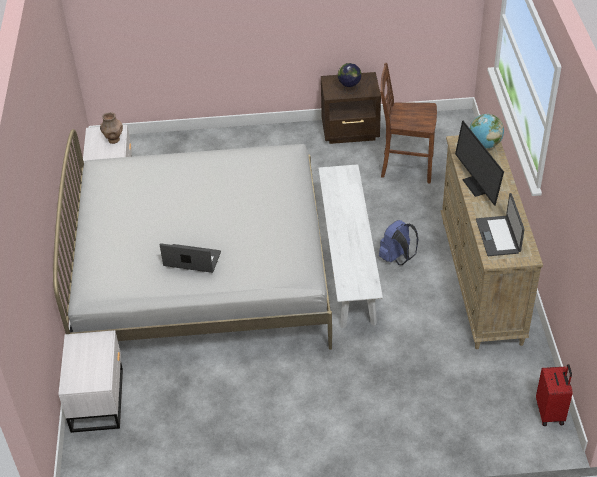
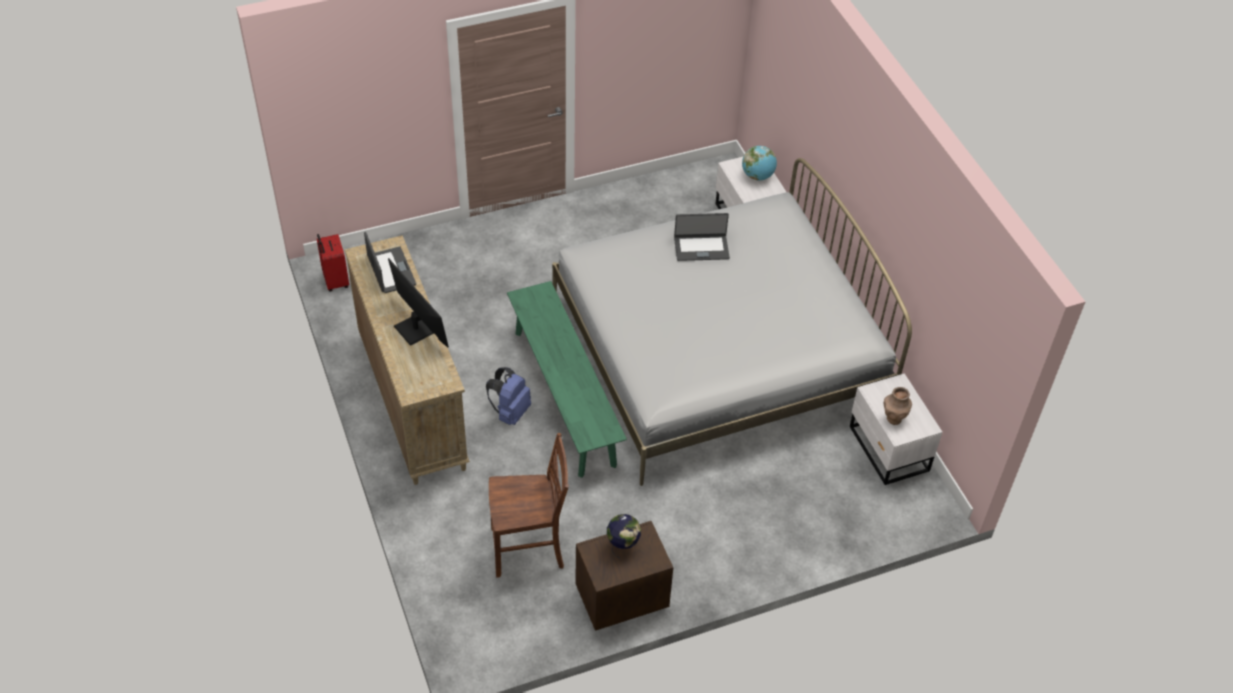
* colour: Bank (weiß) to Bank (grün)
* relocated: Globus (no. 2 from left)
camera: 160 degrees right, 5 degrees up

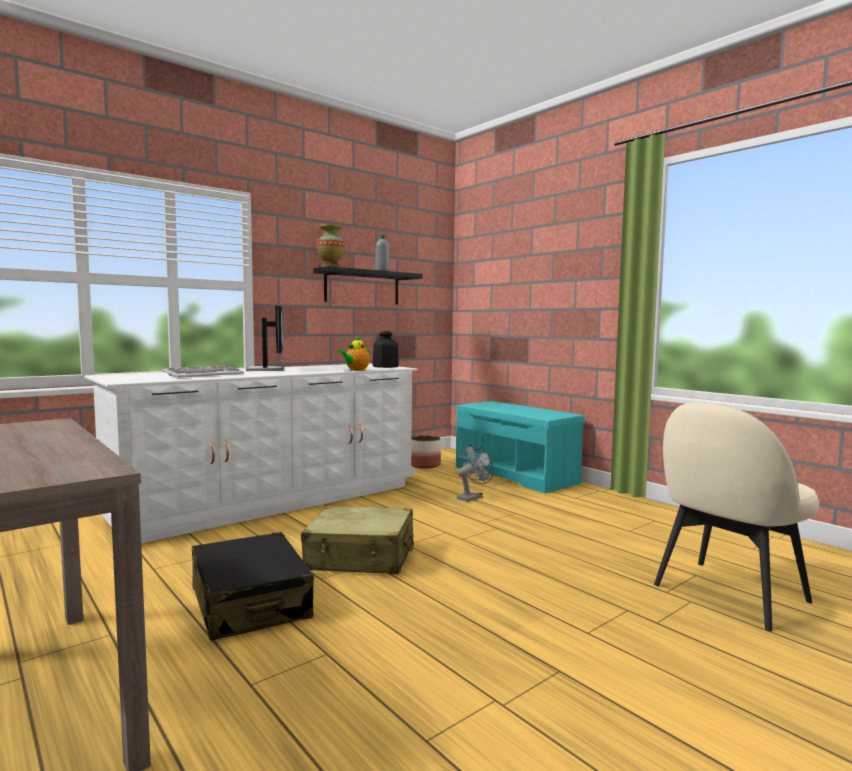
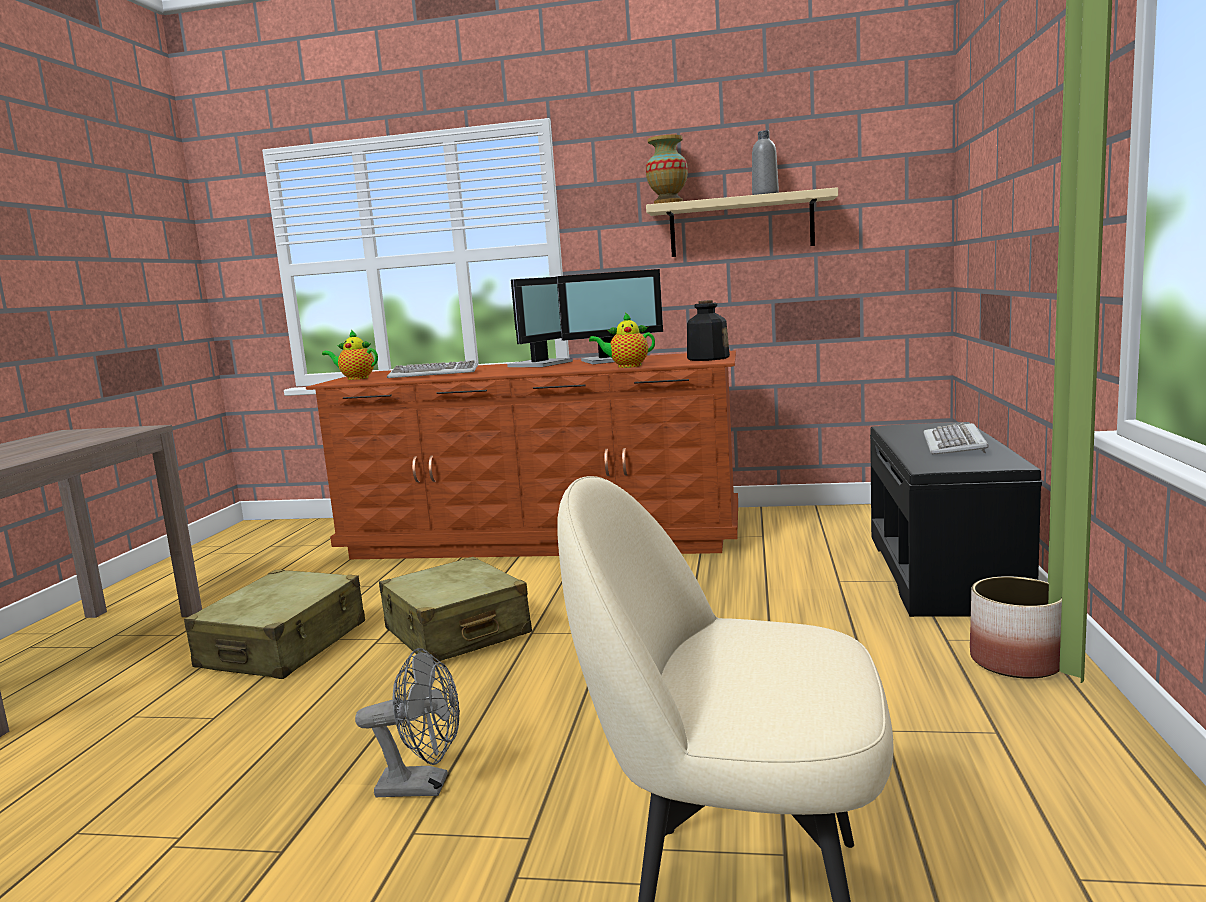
* colour: Koffer (schwarz) to Koffer (beige) (no. 1 from left)
* colour: Kommode (weiß) to Kommode (braun)
* appeared: Teekanne (no. 1 from left)
* relocated: Ventilator (grau)
* appeared: Monitor (no. 2 from left)
* colour: Wandregal (schwarz) to Wandregal (beige)
* colour: Bank (türkis) to Bank (schwarz)
* appeared: Tastatur (no. 2 from left)
* relocated: Pflanzkübel
camera: 50 degrees right, 5 degrees up

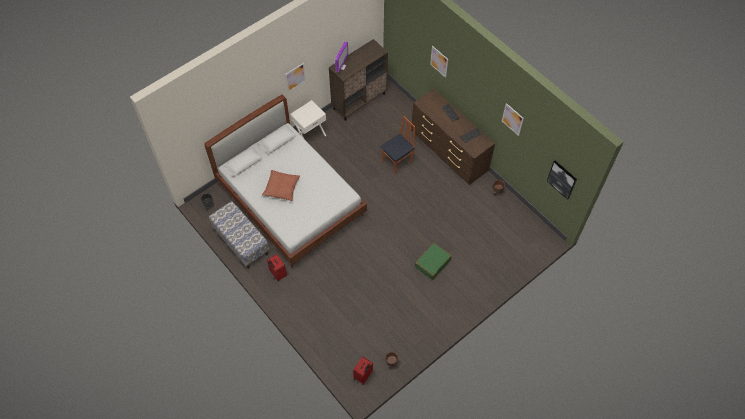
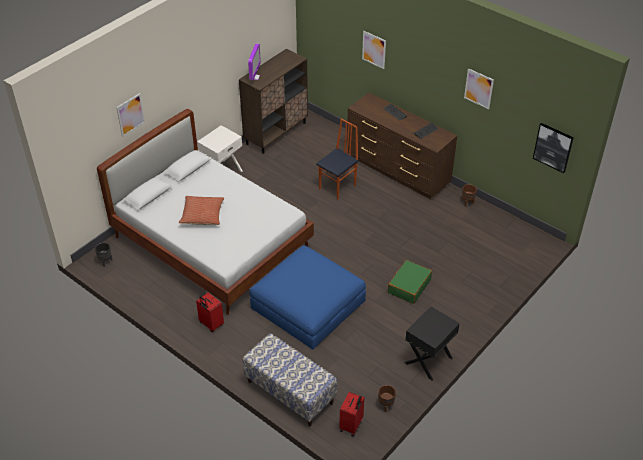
* relocated: Bild (no. 1 from left)
* relocated: Bank
* appeared: Polsterhocker (blau)
* appeared: Nachttisch (schwarz)
camera: 10 degrees left, 15 degrees down

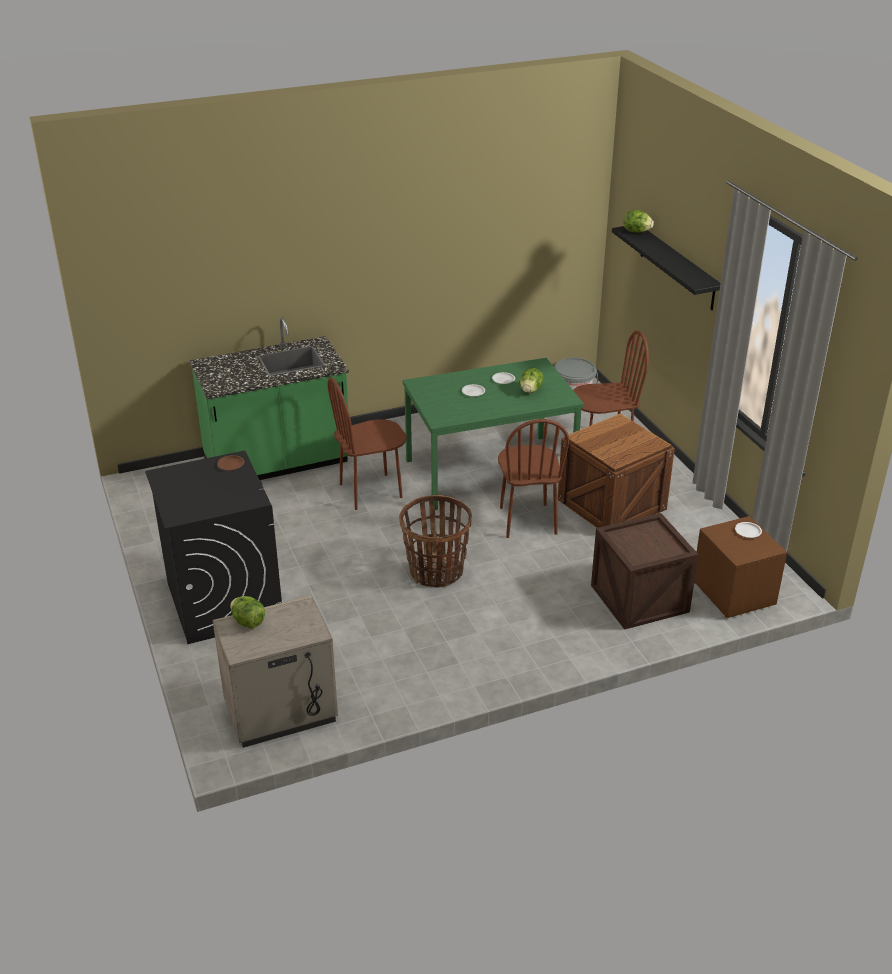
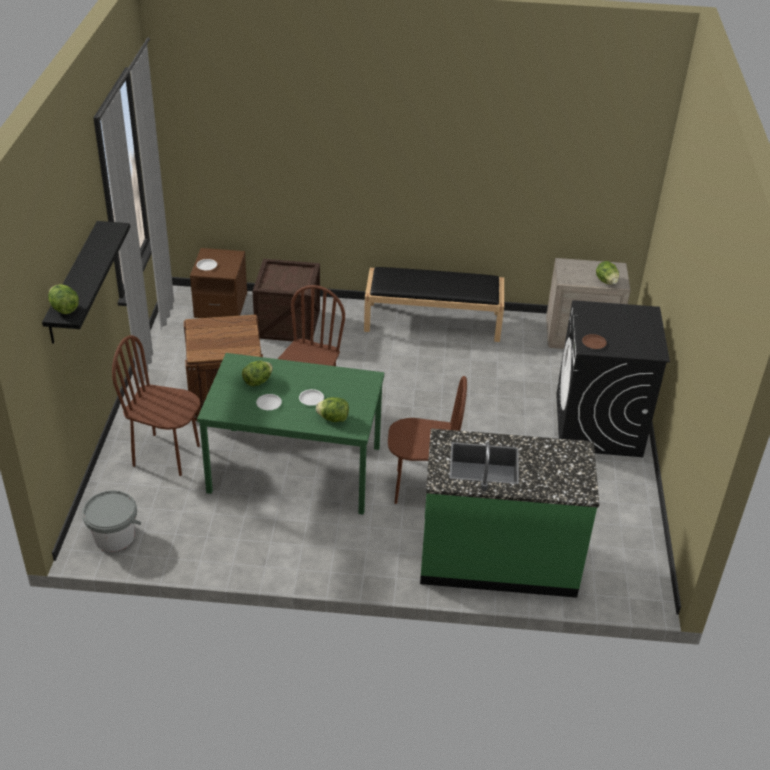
* appeared: Salatkopf (no. 3 from left)
* appeared: Bank (schwarz)
* missing: Korb
camera: 155 degrees left, 5 degrees up

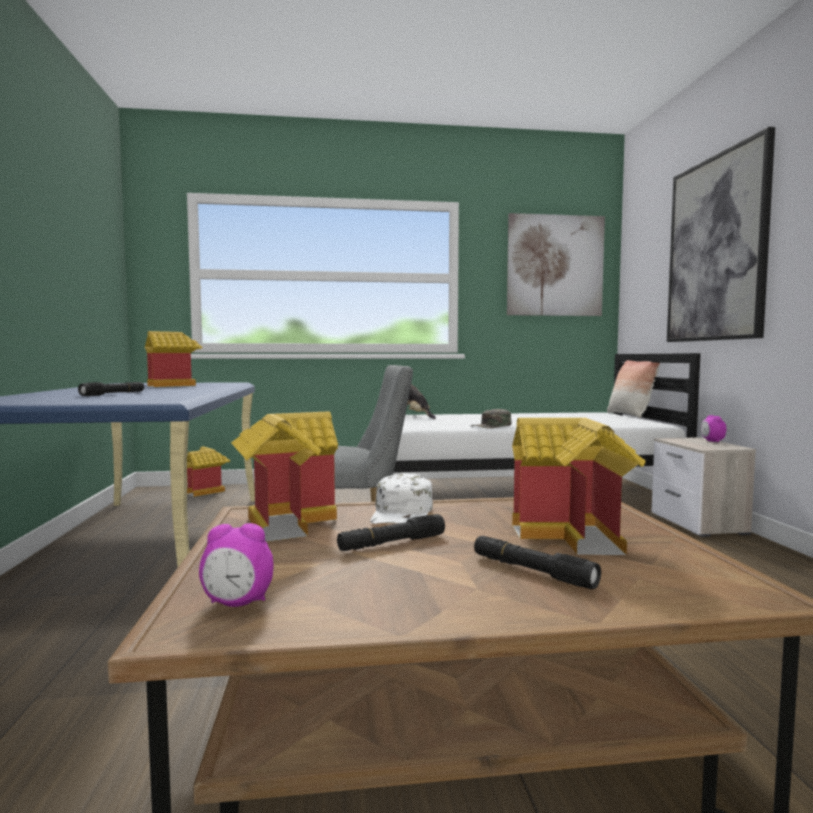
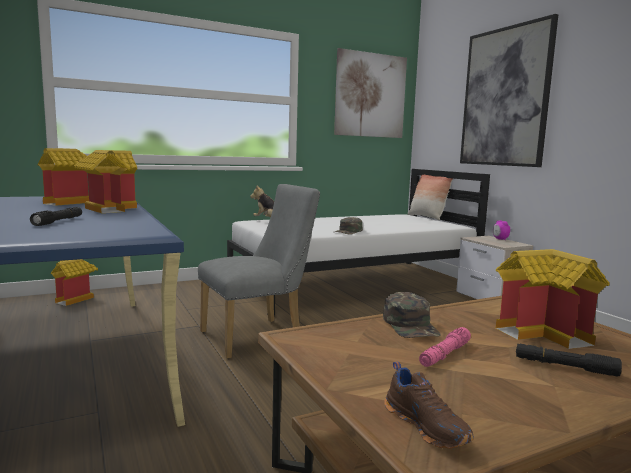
* relocated: Spielzeughaus (no. 3 from left)
* colour: Kappe (weiß) to Kappe (grün) (no. 2 from left)
* exchanged: Wecker (no. 1 from left) to Schuh (braun)
* colour: Taschenlampe (schwarz) (no. 2 from left) to Taschenlampe (rosa)
camera: 20 degrees left, 5 degrees up

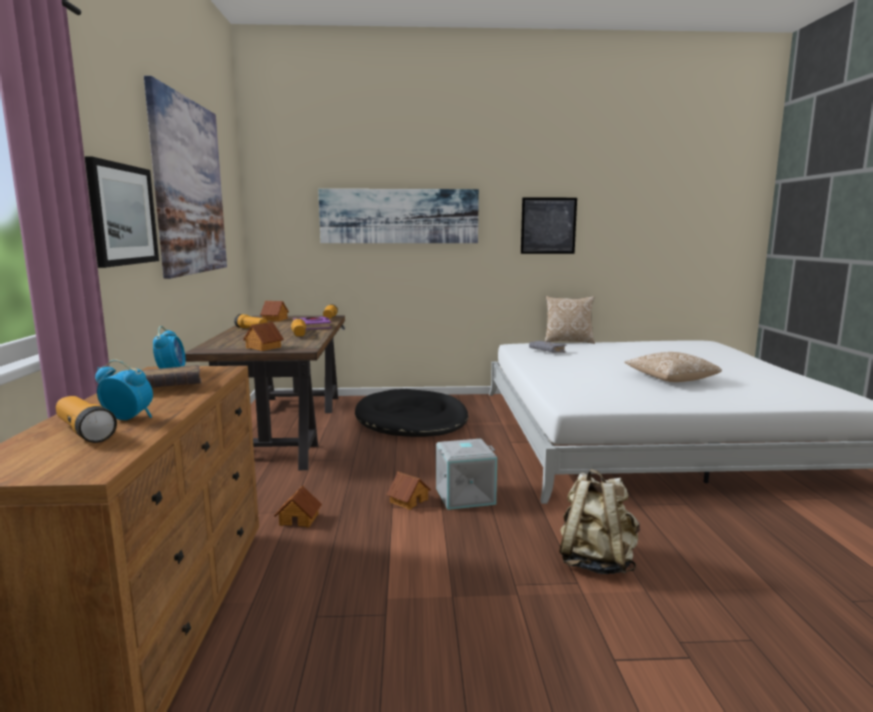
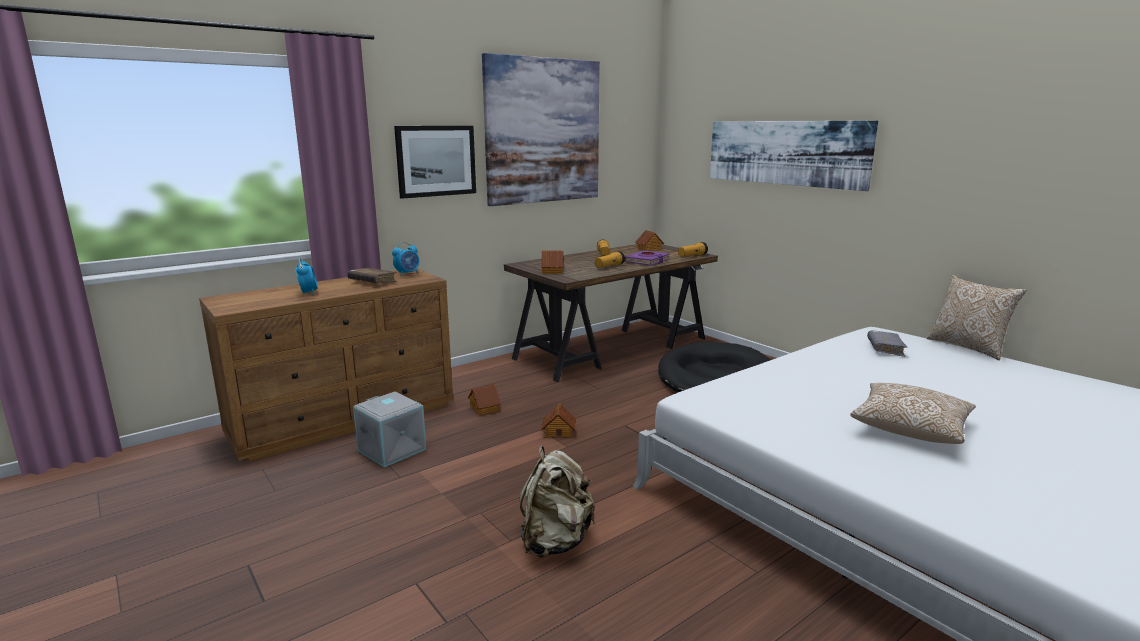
* relocated: Aufbewahrungsbox (grau)
* missing: Taschenlampe (no. 1 from left)
* missing: Bild (no. 4 from left)
camera: 55 degrees right, 5 degrees up

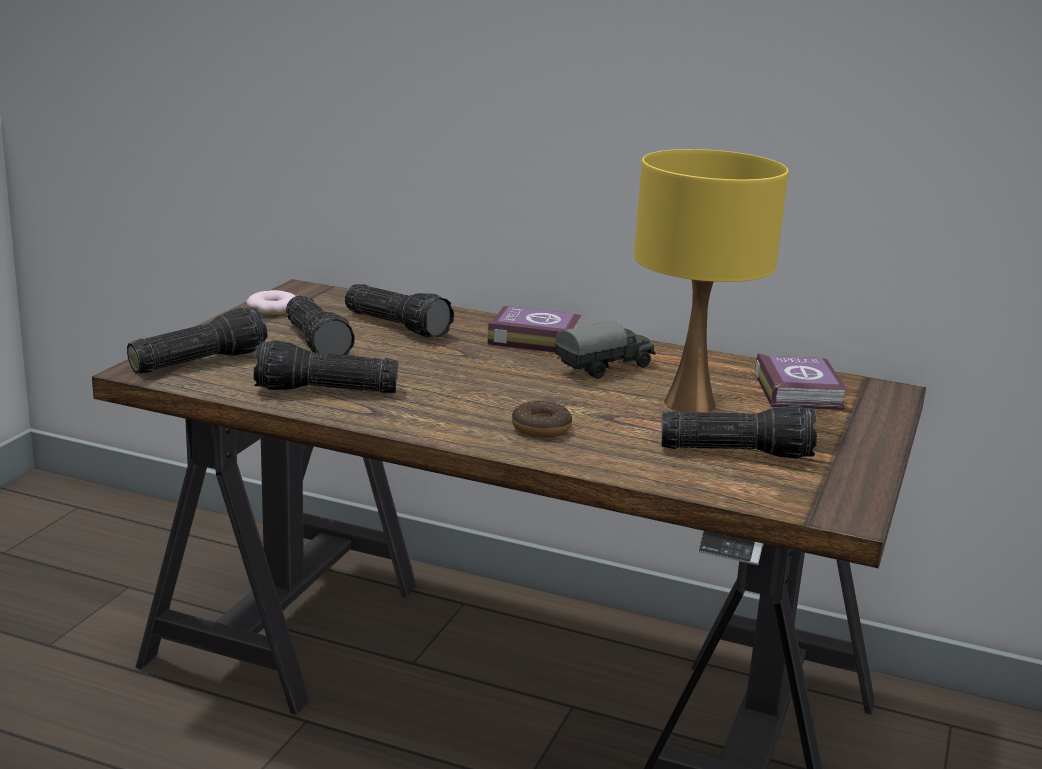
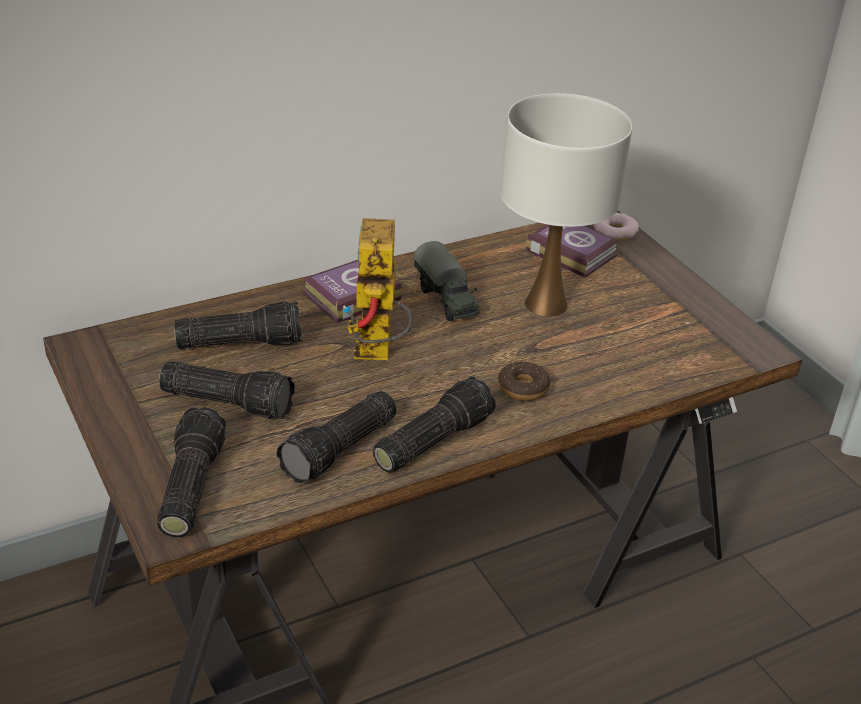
* appeared: Spielzeugroboter
* relocated: Taschenlampe (no. 5 from left)
* spun: Spielzeuglaster 150 degrees clockwise
* colour: Tischlampe (gelb) to Tischlampe (weiß)
* relocated: Donut (no. 1 from left in the first image) to Donut (no. 2 from left)
camera: 50 degrees left, 15 degrees up

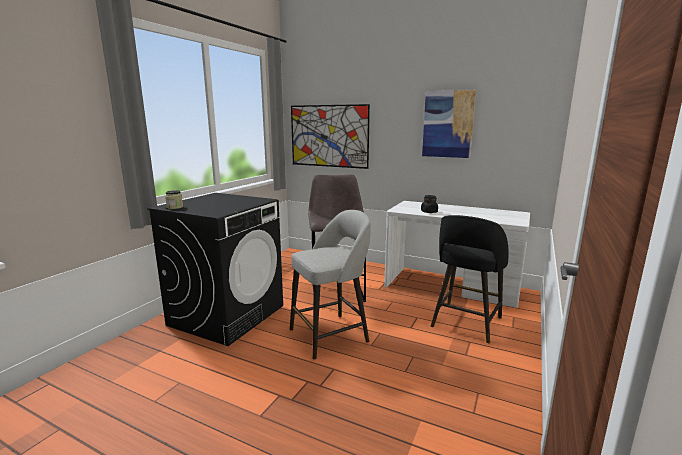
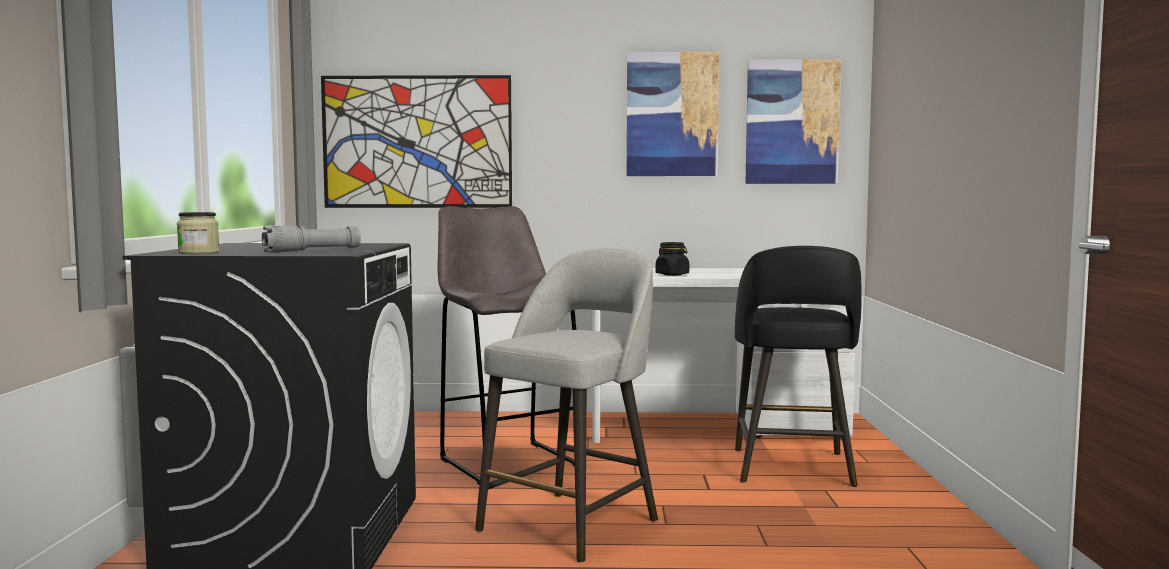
* appeared: Taschenlampe (grau)
* appeared: Bild (no. 3 from left)
camera: 25 degrees left, 10 degrees down

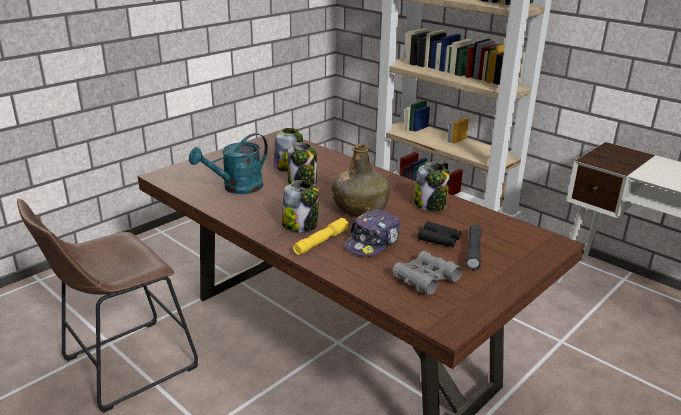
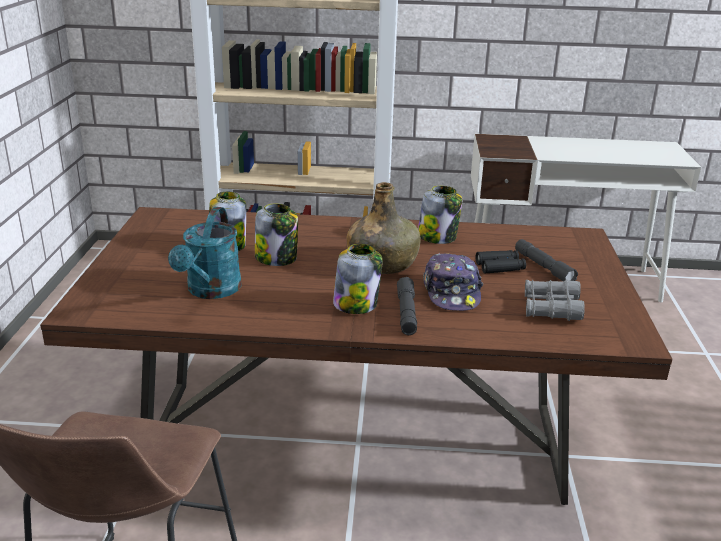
* colour: Taschenlampe (gelb) to Taschenlampe (grau) (no. 1 from left)
camera: 40 degrees left, 0 degrees up

